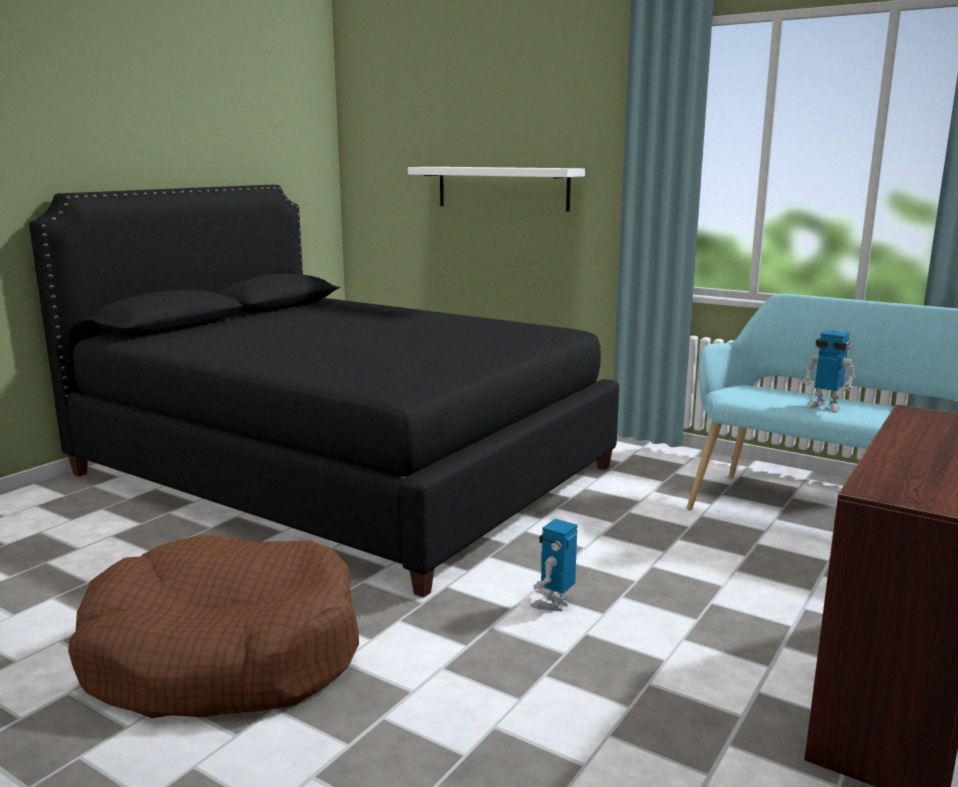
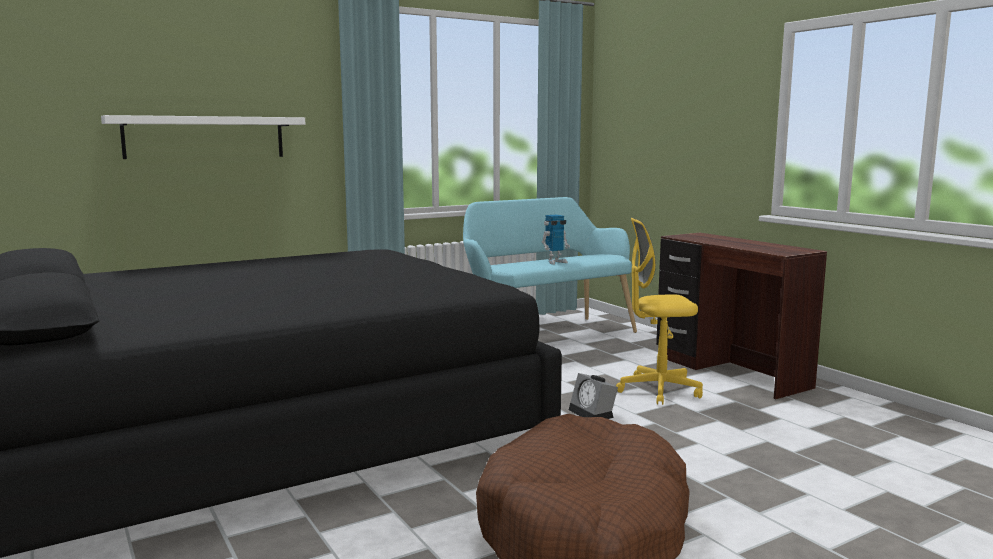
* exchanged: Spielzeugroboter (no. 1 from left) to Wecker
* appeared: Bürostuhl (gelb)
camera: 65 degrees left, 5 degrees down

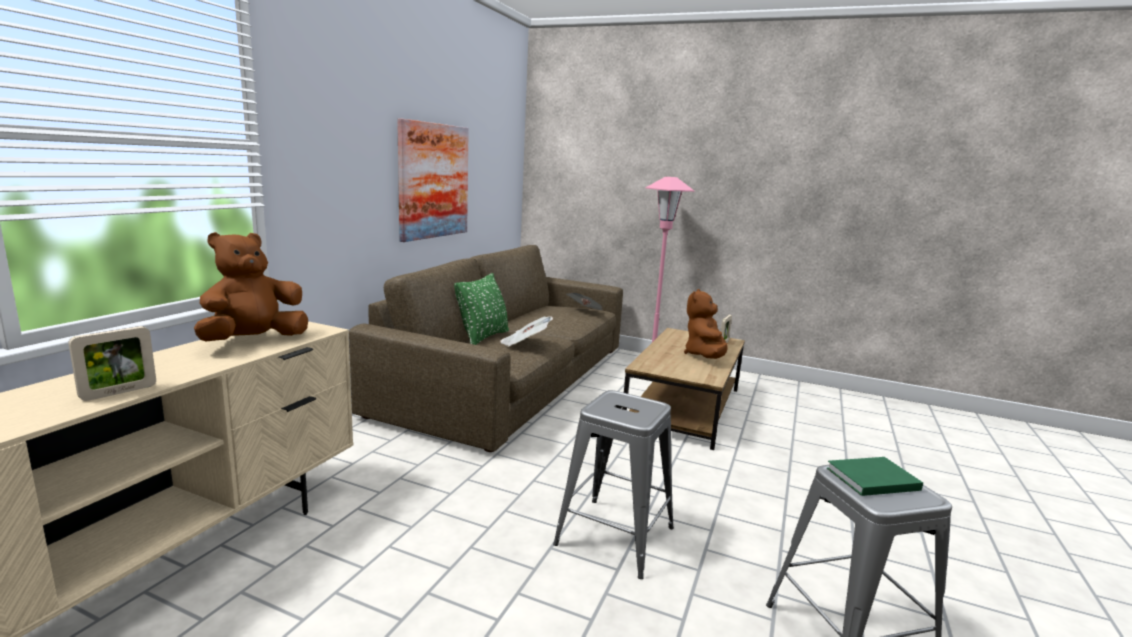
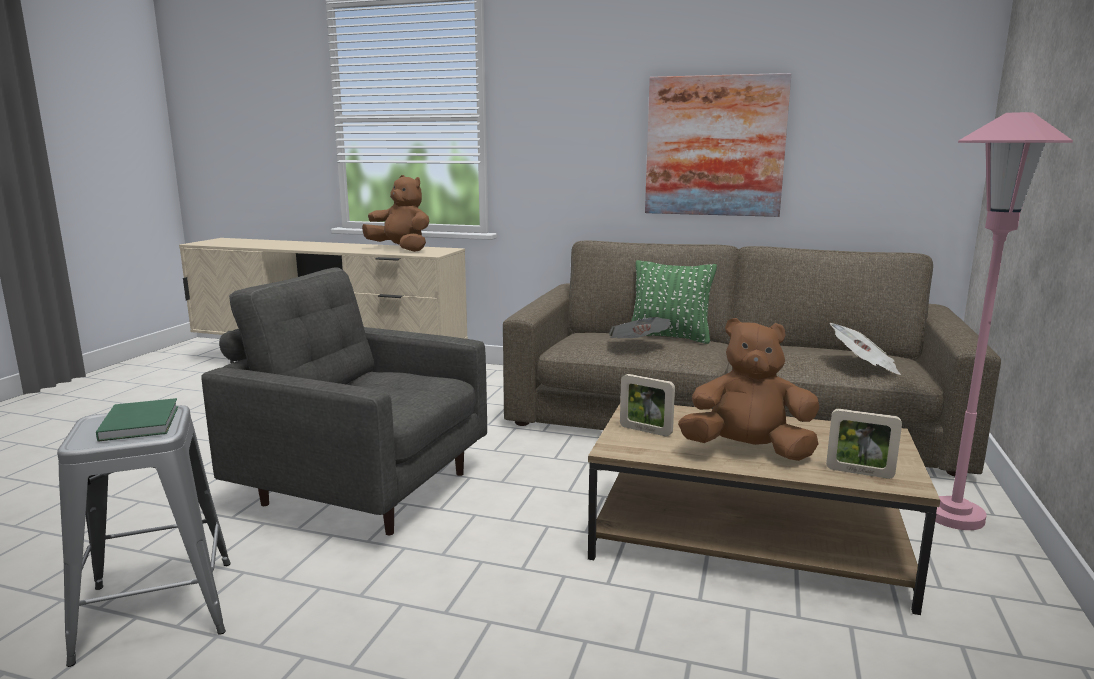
* exchanged: Hocker (grau) (no. 1 from left) to Sessel (grau)
* relocated: Bilderrahmen (no. 1 from left)
camera: 85 degrees right, 0 degrees up

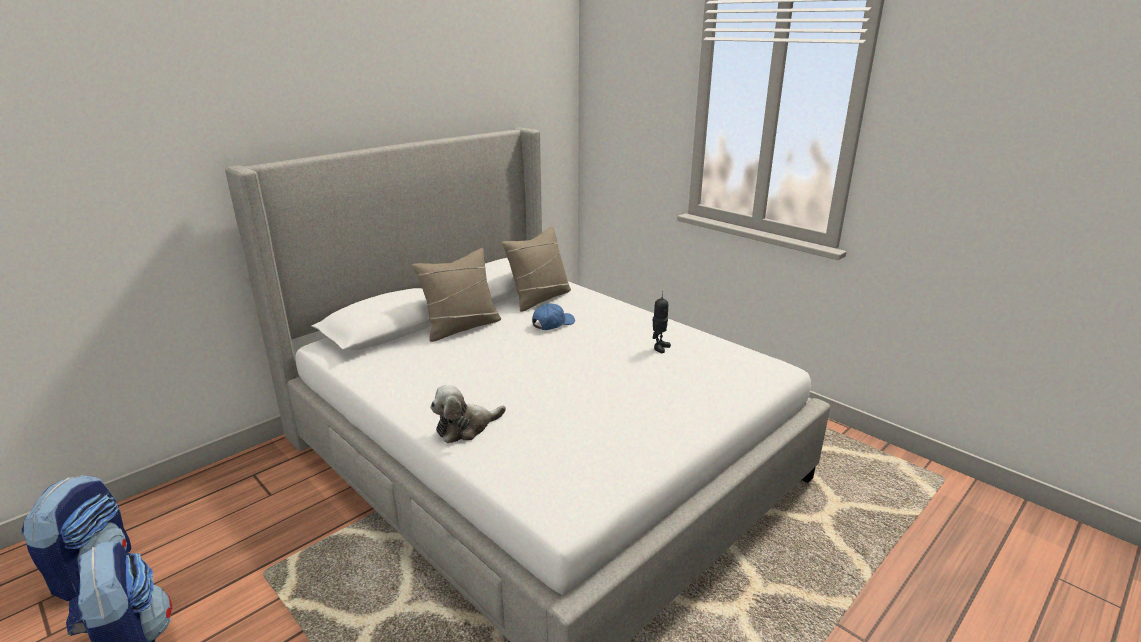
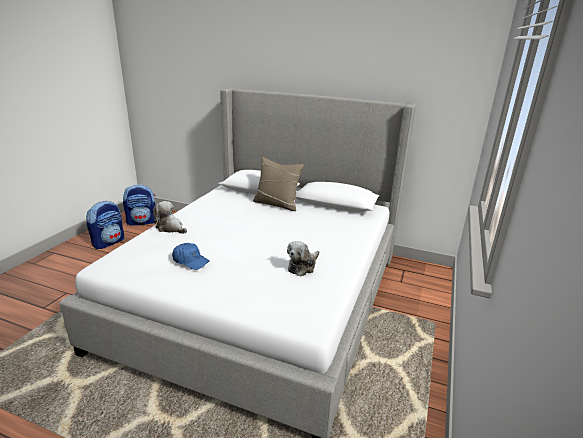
* relocated: Kappe (blau)
* exchanged: Spielzeugroboter to Plüschtier (no. 2 from left)
* missing: Kissen (beige) (no. 2 from left)
camera: 65 degrees right, 0 degrees up

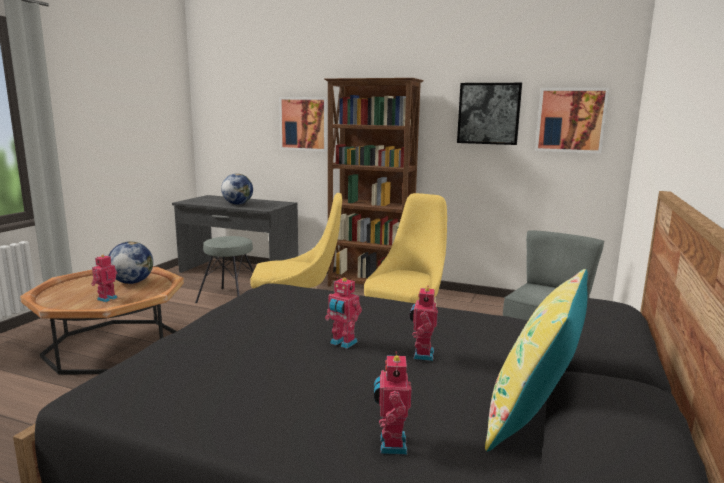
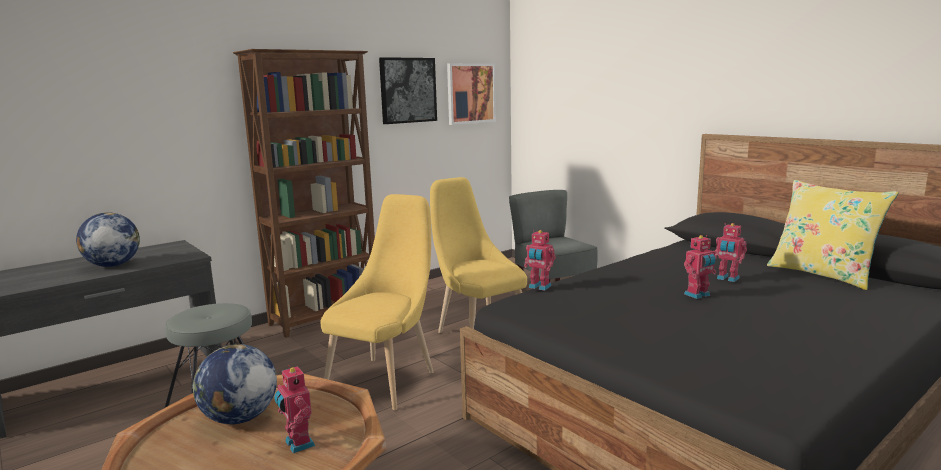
* relocated: Spielzeugroboter (no. 3 from left in the first image) to Spielzeugroboter (no. 2 from left)
* missing: Bild (no. 1 from left)
camera: 60 degrees left, 0 degrees up

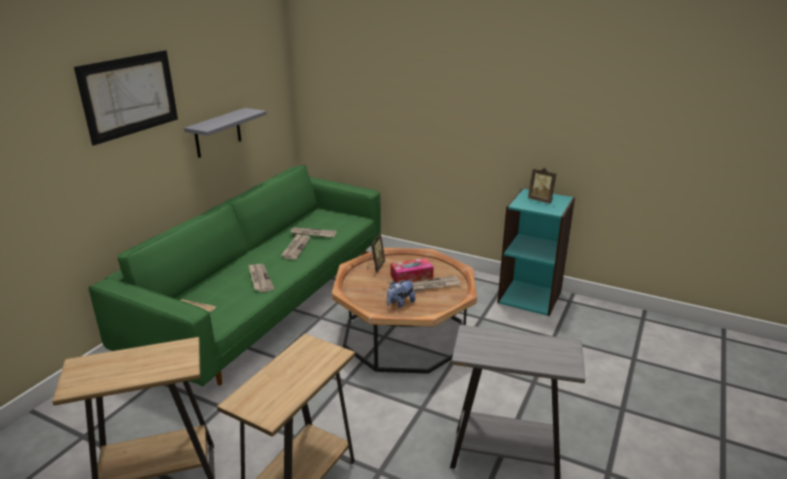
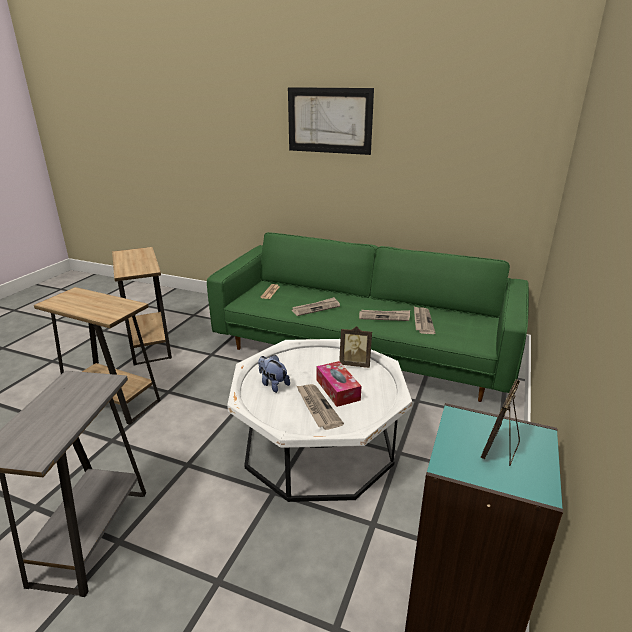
* colour: Couchtisch (braun) to Couchtisch (weiß)
* missing: Wandregal (grau)
camera: 85 degrees right, 0 degrees up

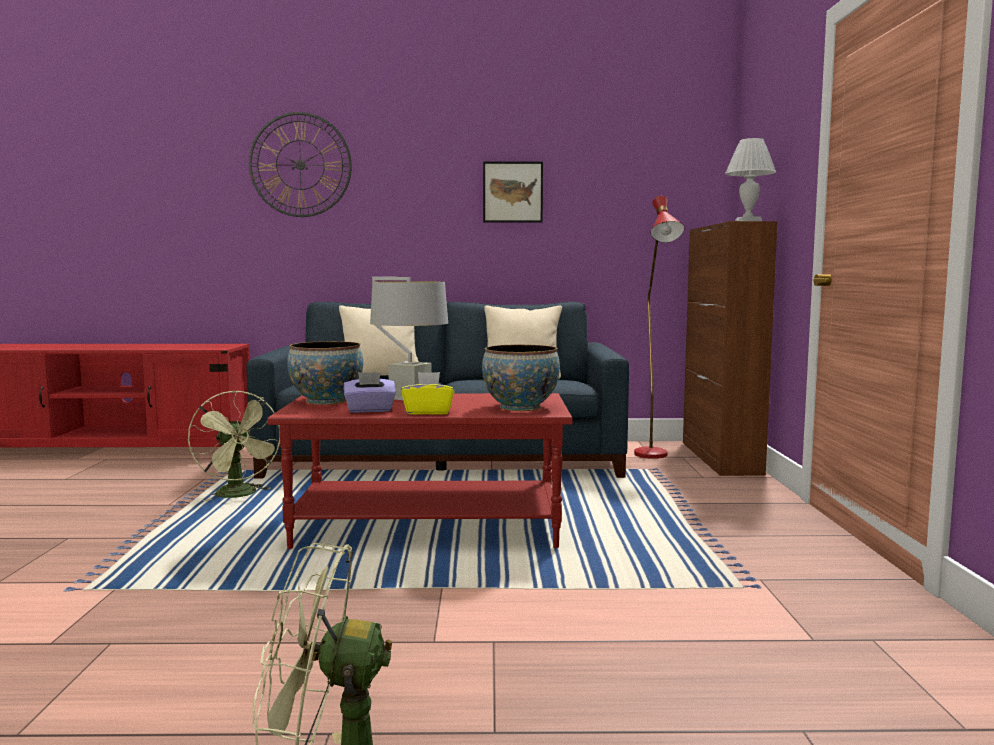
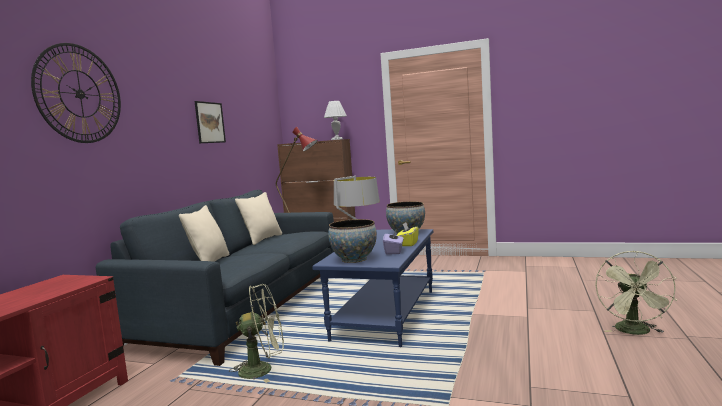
* colour: Couchtisch (rot) to Couchtisch (blau)
camera: 70 degrees left, 0 degrees up

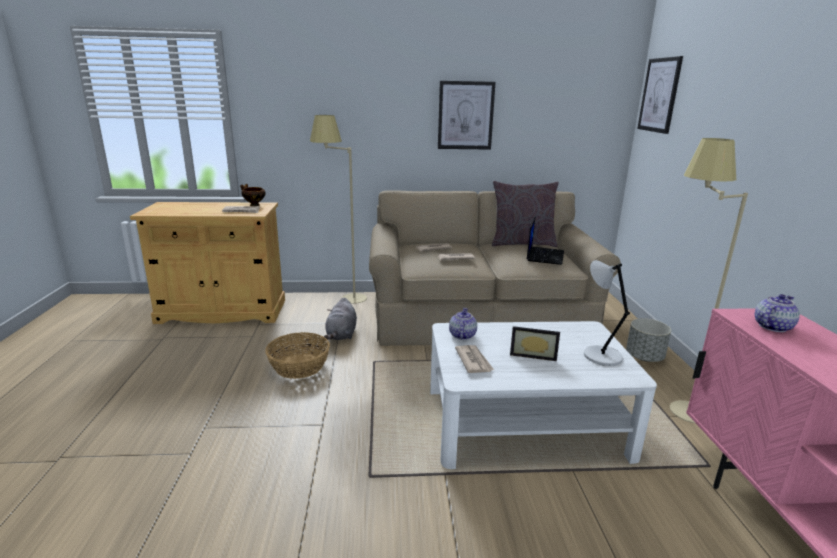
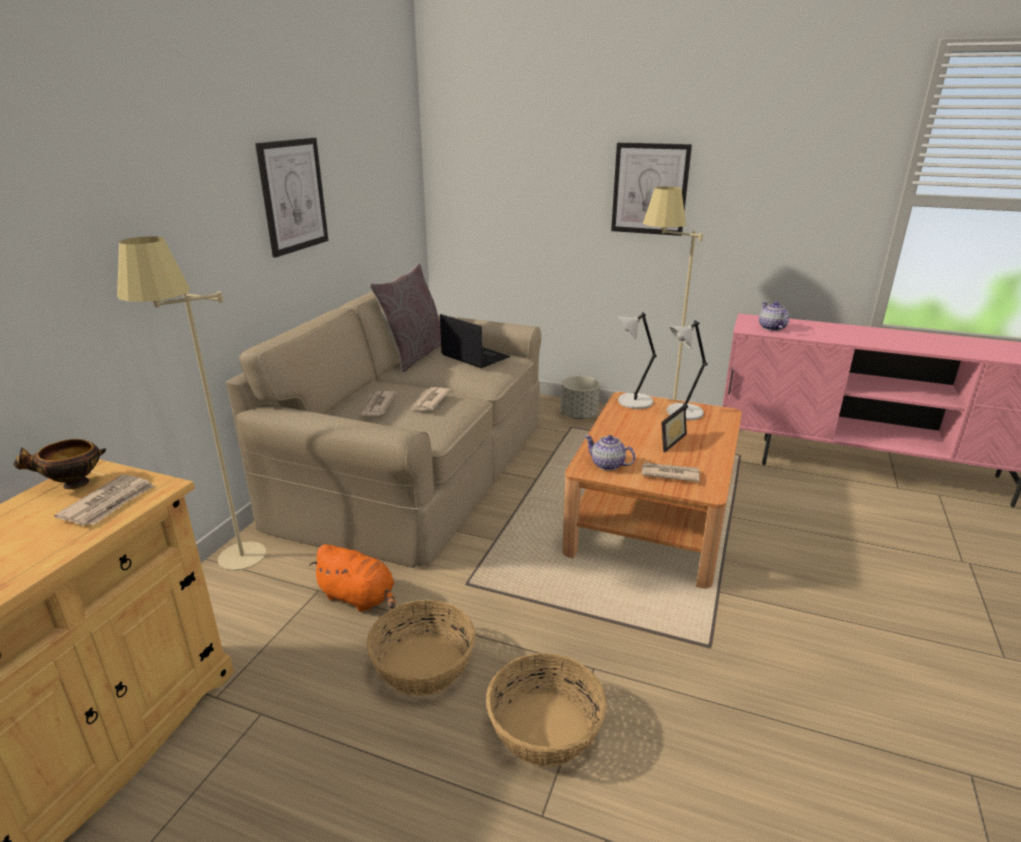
* colour: Plüschtier (grau) to Plüschtier (orange)
* appeared: Korb (no. 2 from left)
* colour: Couchtisch (weiß) to Couchtisch (braun)
* relocated: Bild (no. 2 from left)
* appeared: Tischlampe (grau) (no. 1 from left)
camera: 65 degrees left, 5 degrees up

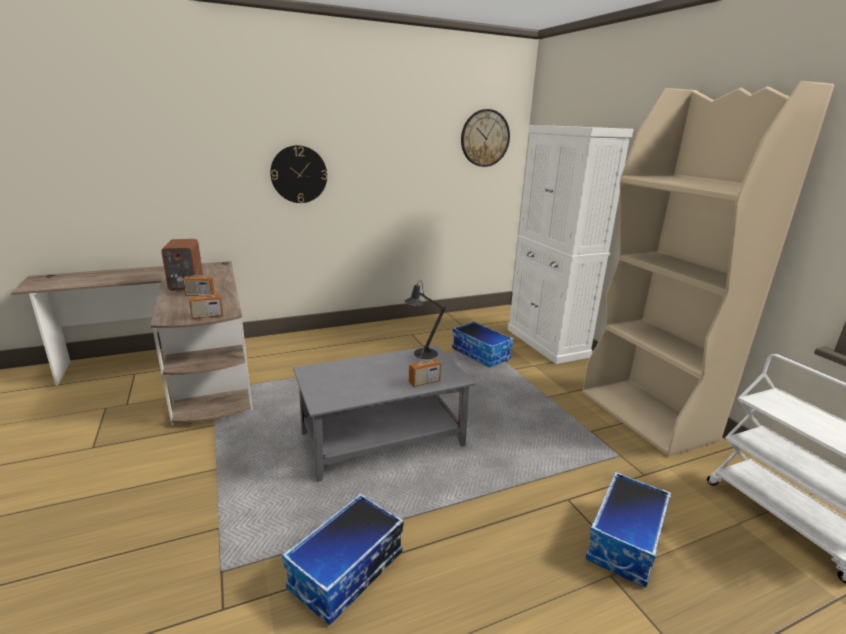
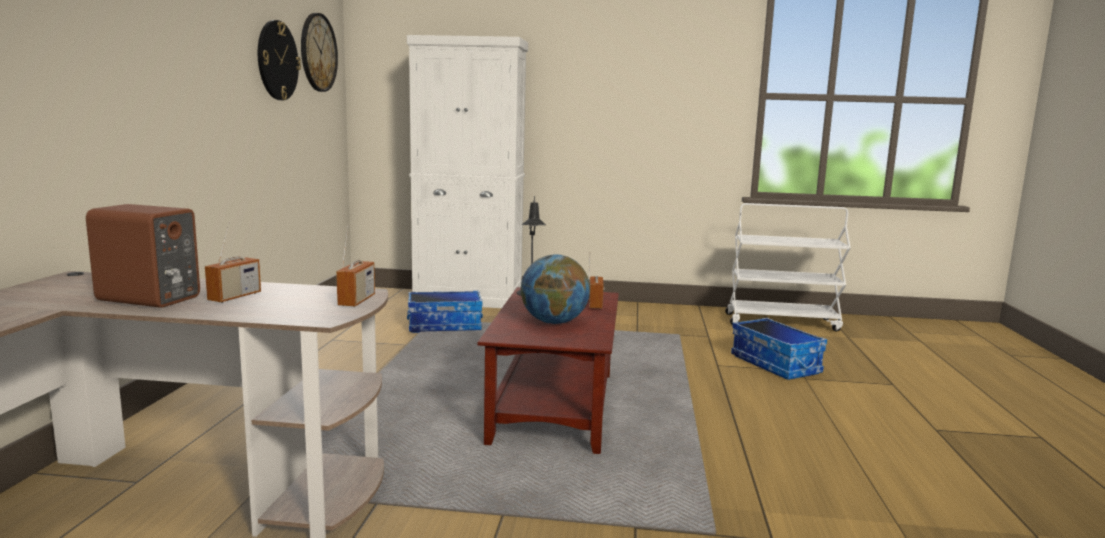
* relocated: Wanduhr (no. 1 from left)
* colour: Couchtisch (grau) to Couchtisch (braun)
* appeared: Globus
* missing: Aufbewahrungsbox (no. 1 from left)
* missing: Bücherregal (beige)
camera: 60 degrees left, 10 degrees down

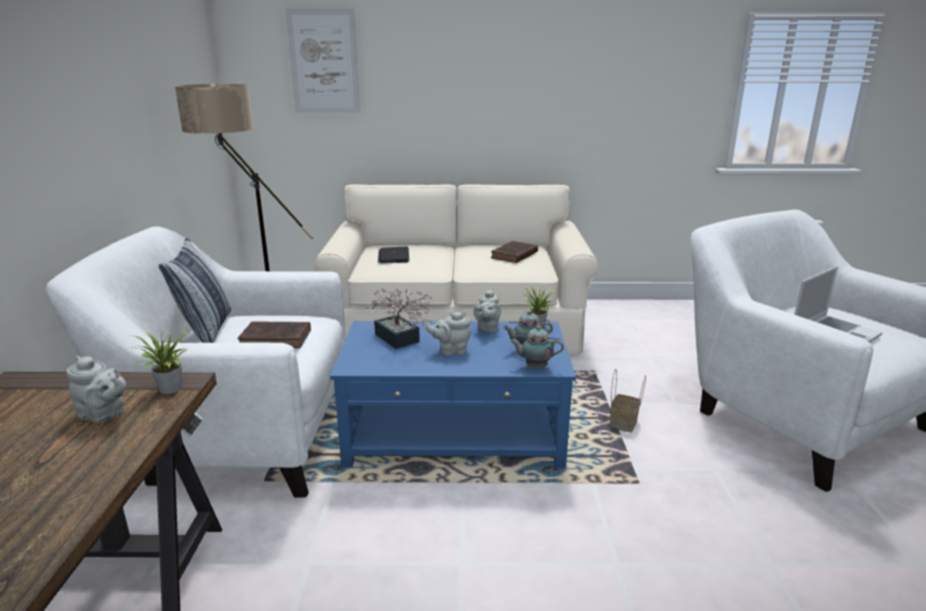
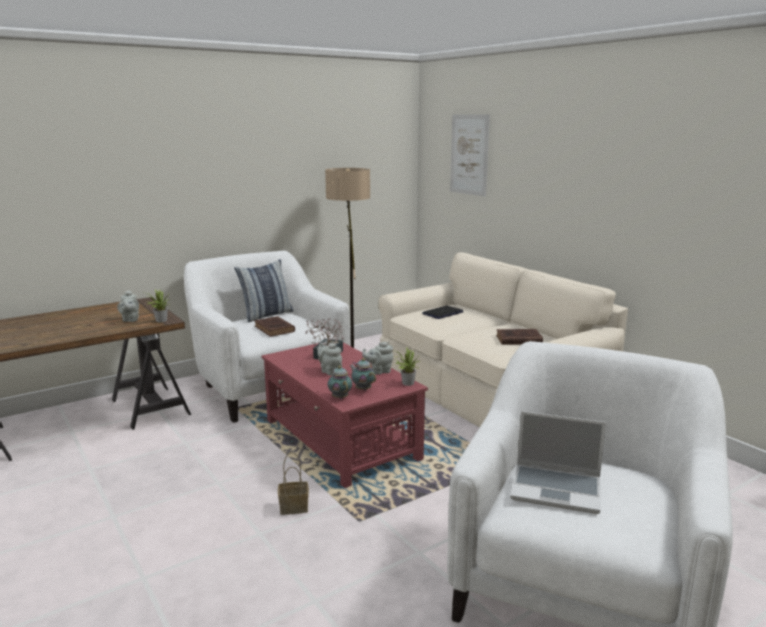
* colour: Couchtisch (blau) to Couchtisch (rot)
* relocated: Korb
camera: 55 degrees right, 5 degrees down

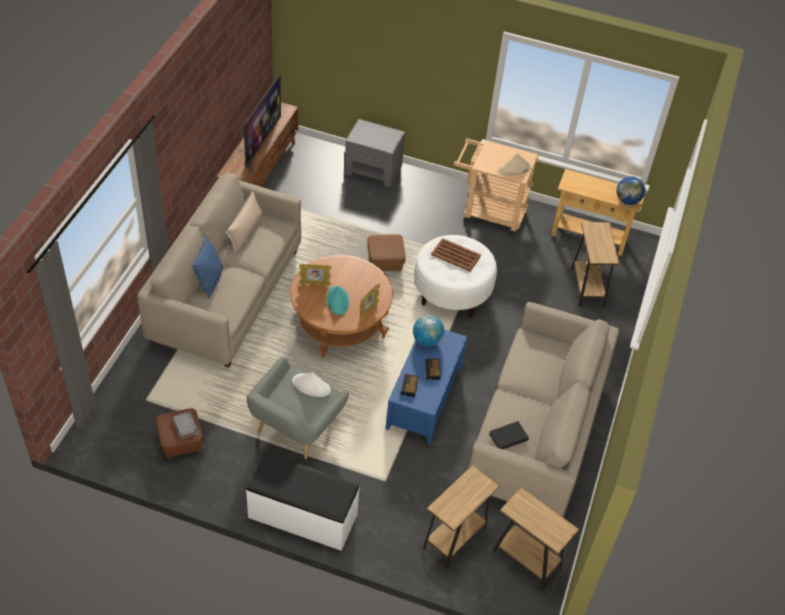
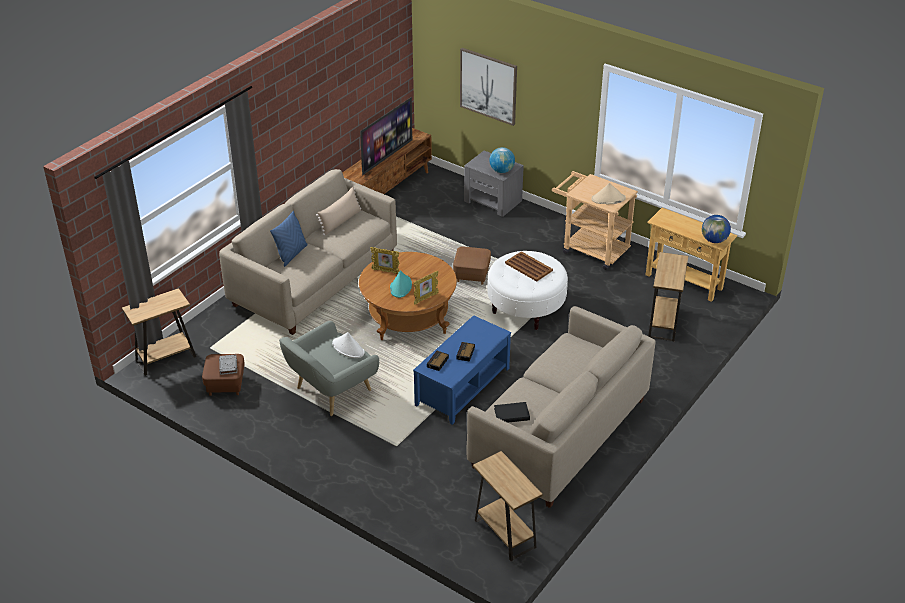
* relocated: Beistelltisch (braun) (no. 1 from left)
* appeared: Bild
* relocated: Globus (no. 1 from left)
* missing: Bank (weiß)
camera: 20 degrees right, 10 degrees down

